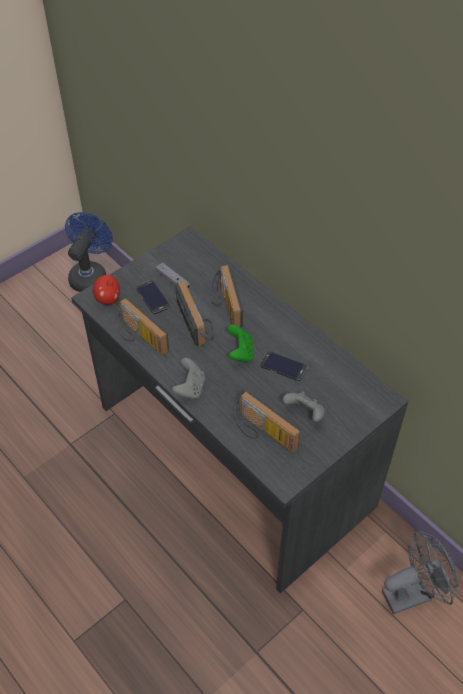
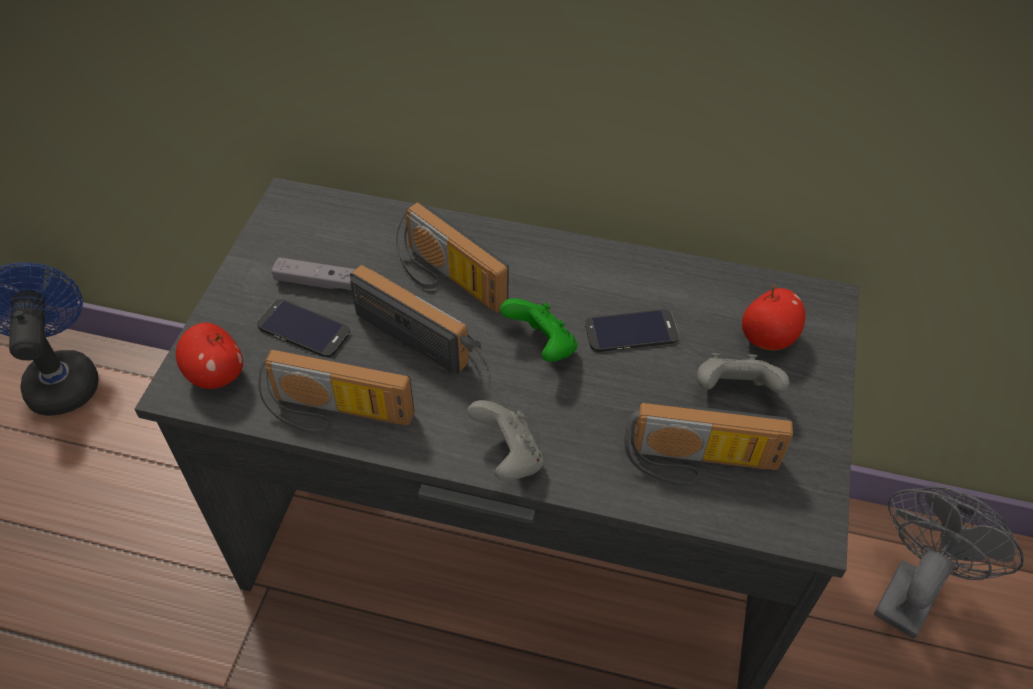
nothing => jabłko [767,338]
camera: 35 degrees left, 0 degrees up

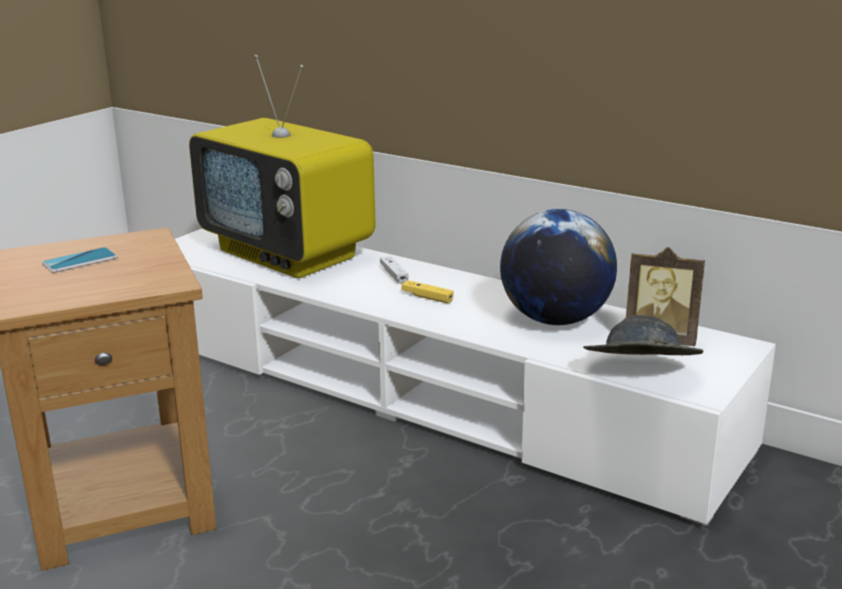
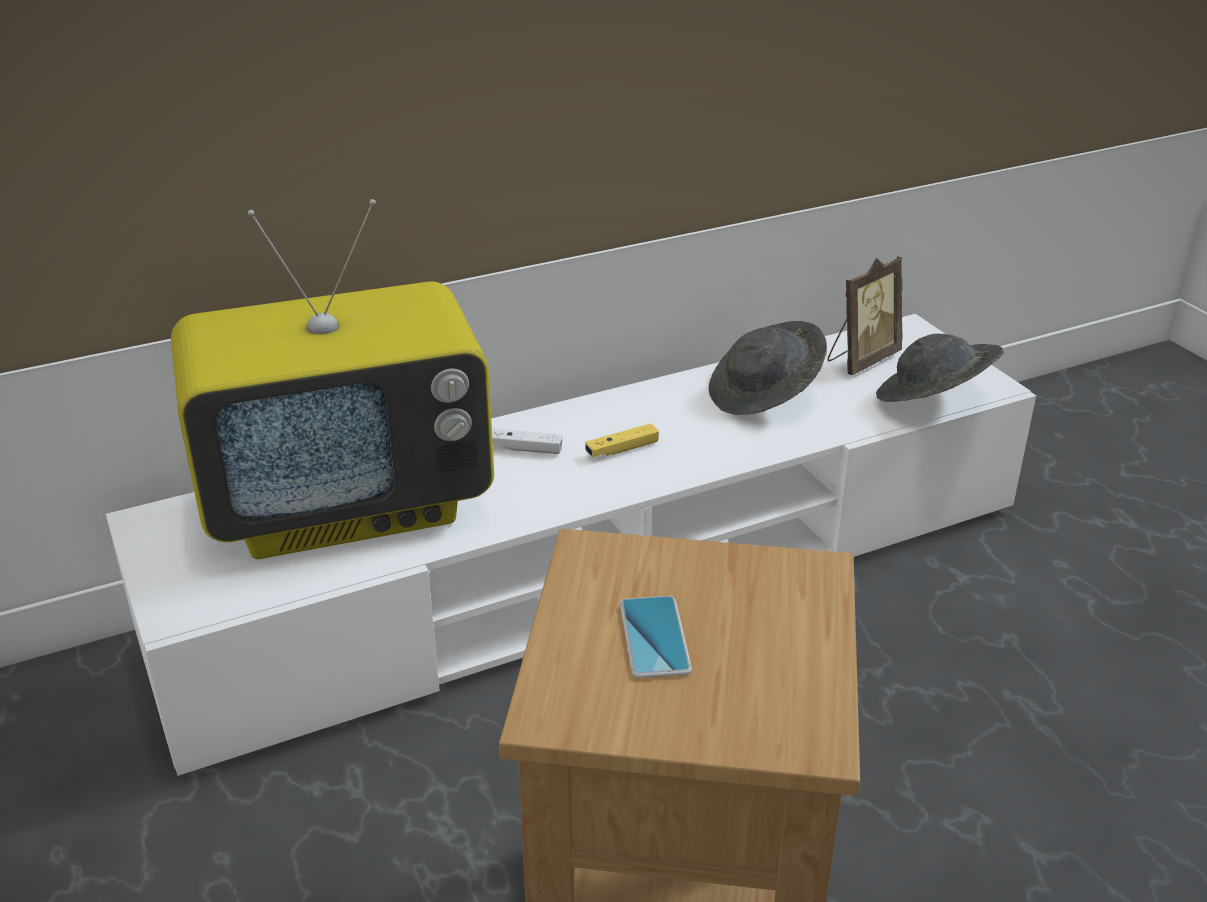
globus [555,320] => kapelusz [szary] [765,395]
camera: 60 degrees left, 10 degrees up

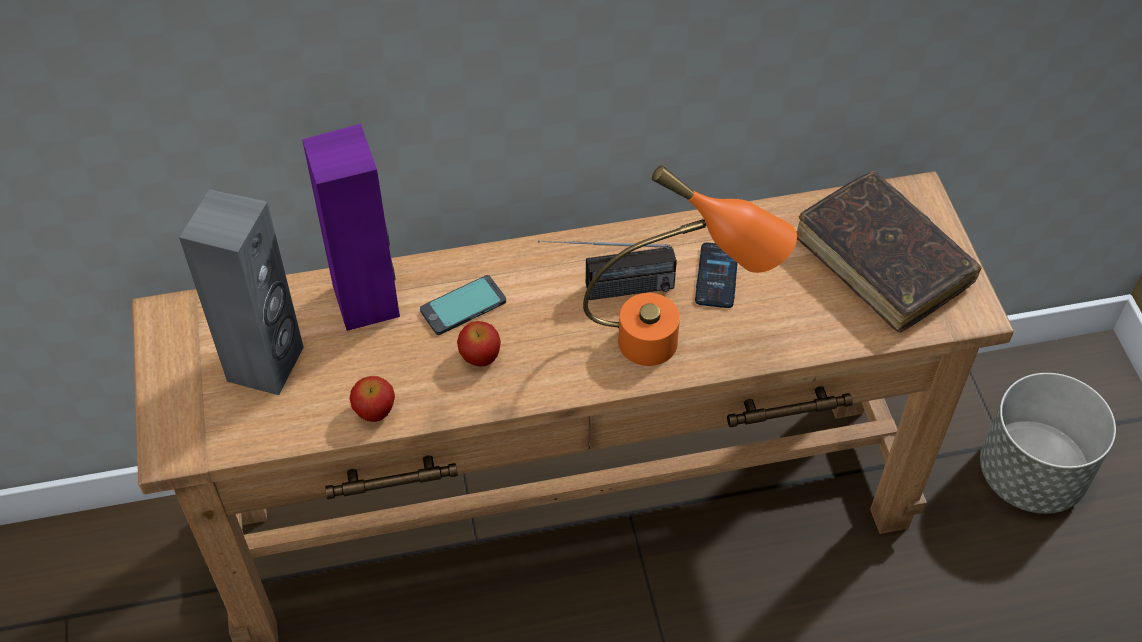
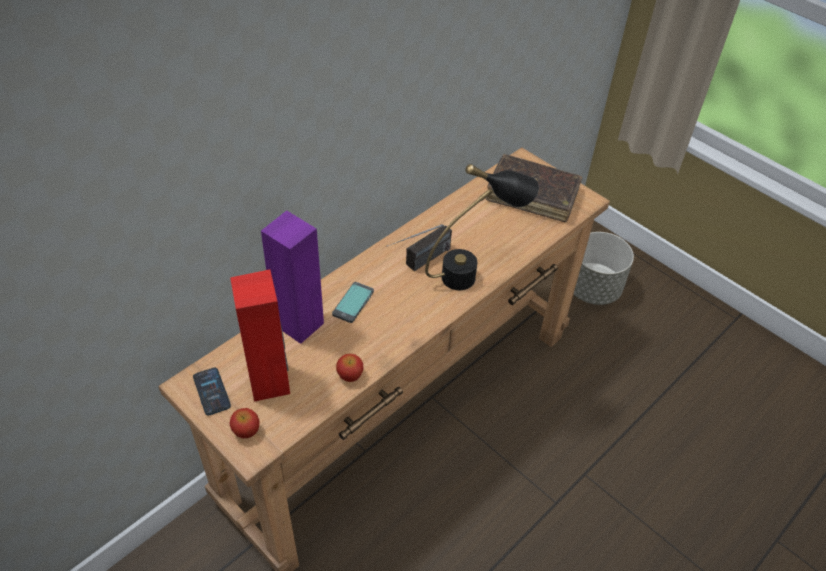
głośnik [szary] [266,364] => głośnik [czerwony] [270,381]
jabłko [479,356] => jabłko [246,431], move
lampa stołowa [pomarańczowy] [677,345] => lampa stołowa [czarny] [473,273]
telefon [716,276] => telefon [211,391], move
camera: 35 degrees left, 5 degrees down

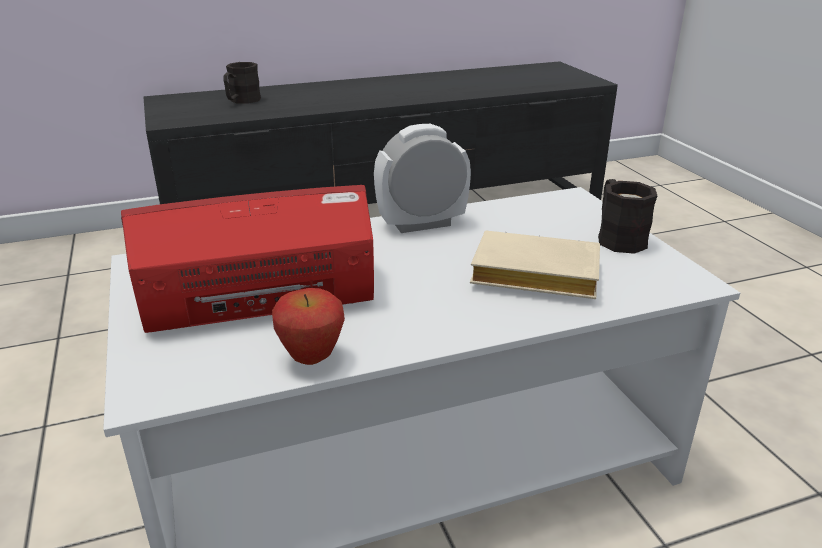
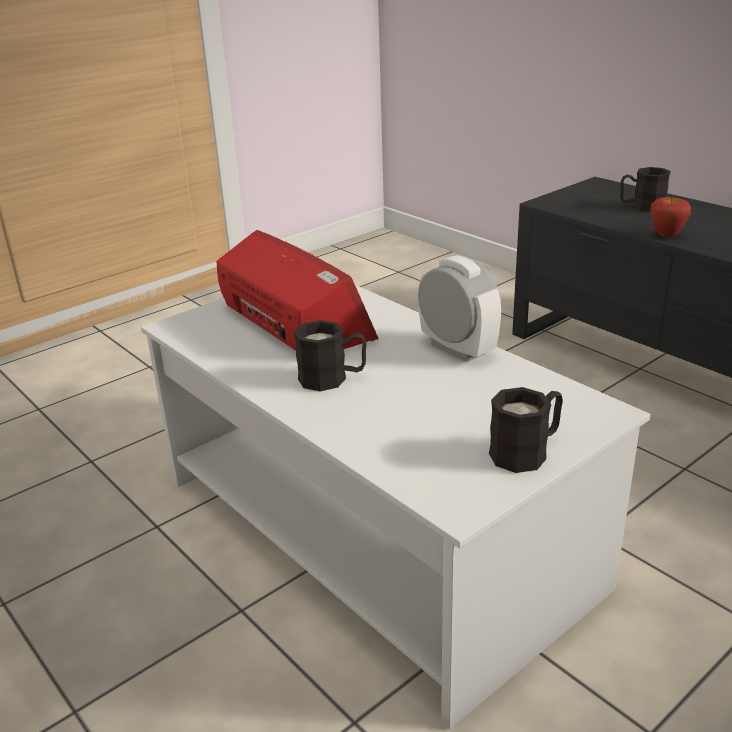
jabłko [312,359] => jabłko [666,235], move
książka [beżowy] [531,276] => nothing
nothing => kubek [czarny] [332,378]
camera: 70 degrees right, 0 degrees up

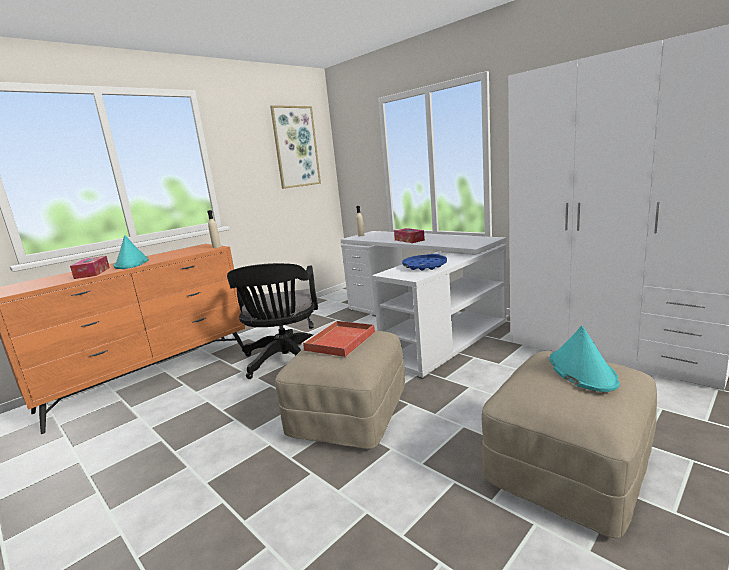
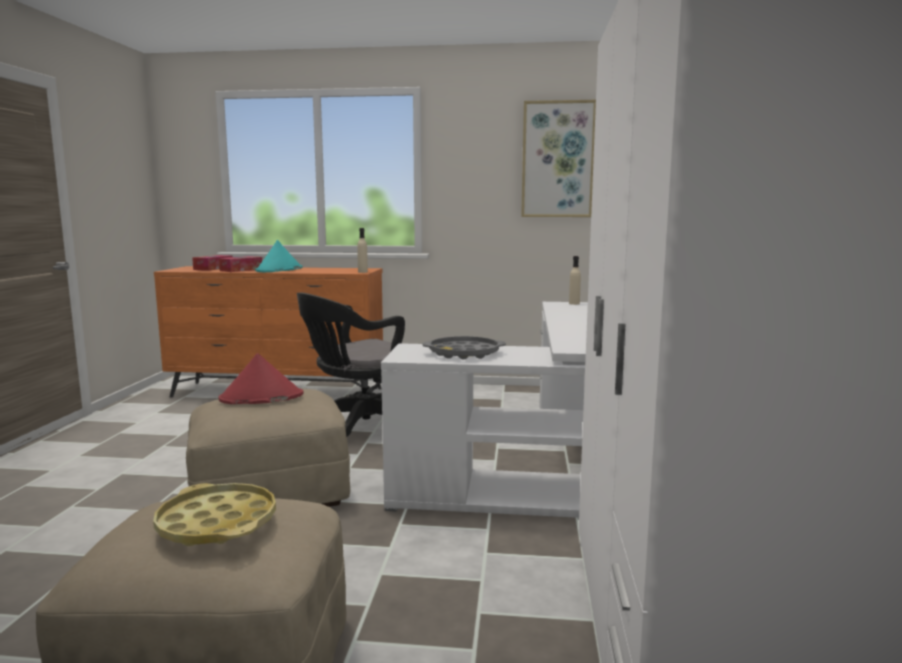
taca [czerwony] [340,341] => kapelusz [czerwony] [261,397]
pudełko chusteczek [409,240] => pudełko chusteczek [213,268], move
taca [niebieski] [424,266] => taca [szary] [464,353]
kapelusz [turkusowy] [581,371] => taca [żółty] [217,523]
camera: 50 degrees right, 5 degrees down

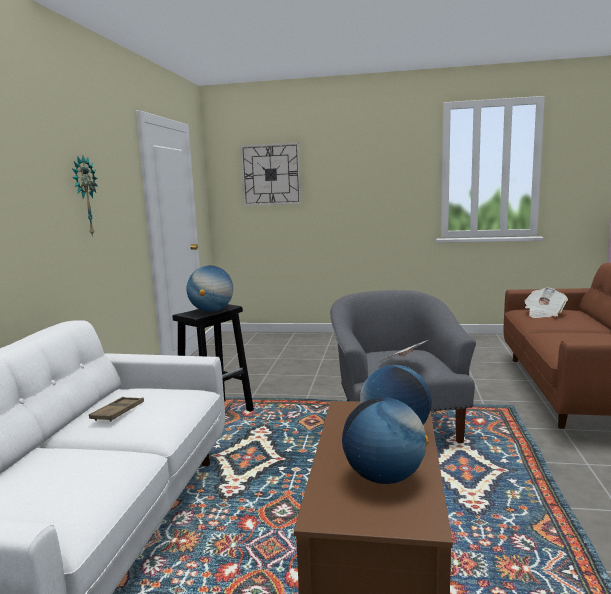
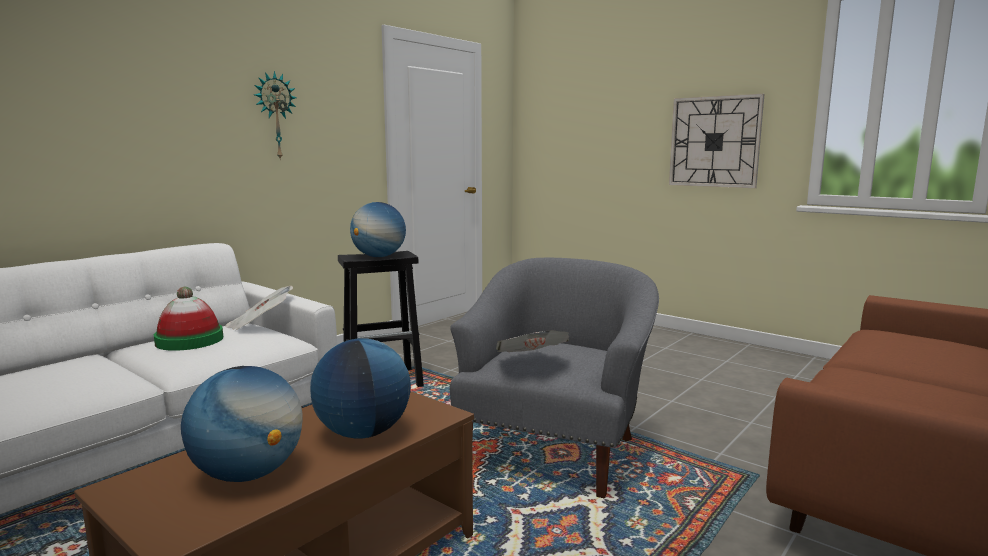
taca [brązowy] [118,412] => kapelusz [189,340]
zegar ścienny [271,174] => zegar ścienny [714,142], move
gazeta [543,314] => gazeta [259,325], move
camera: 30 degrees right, 0 degrees up

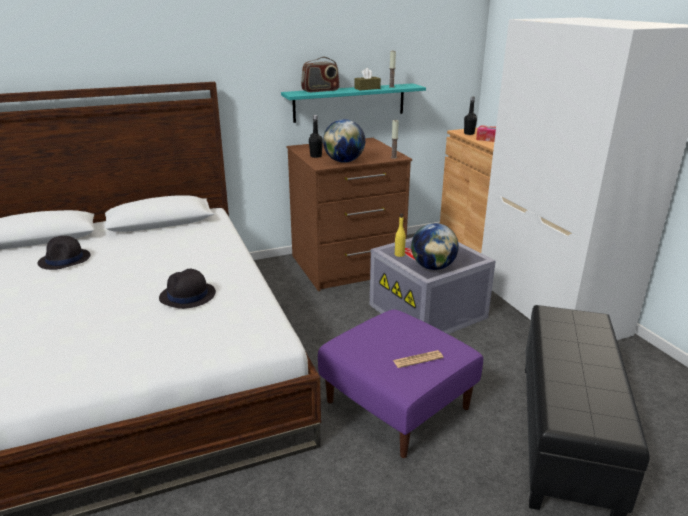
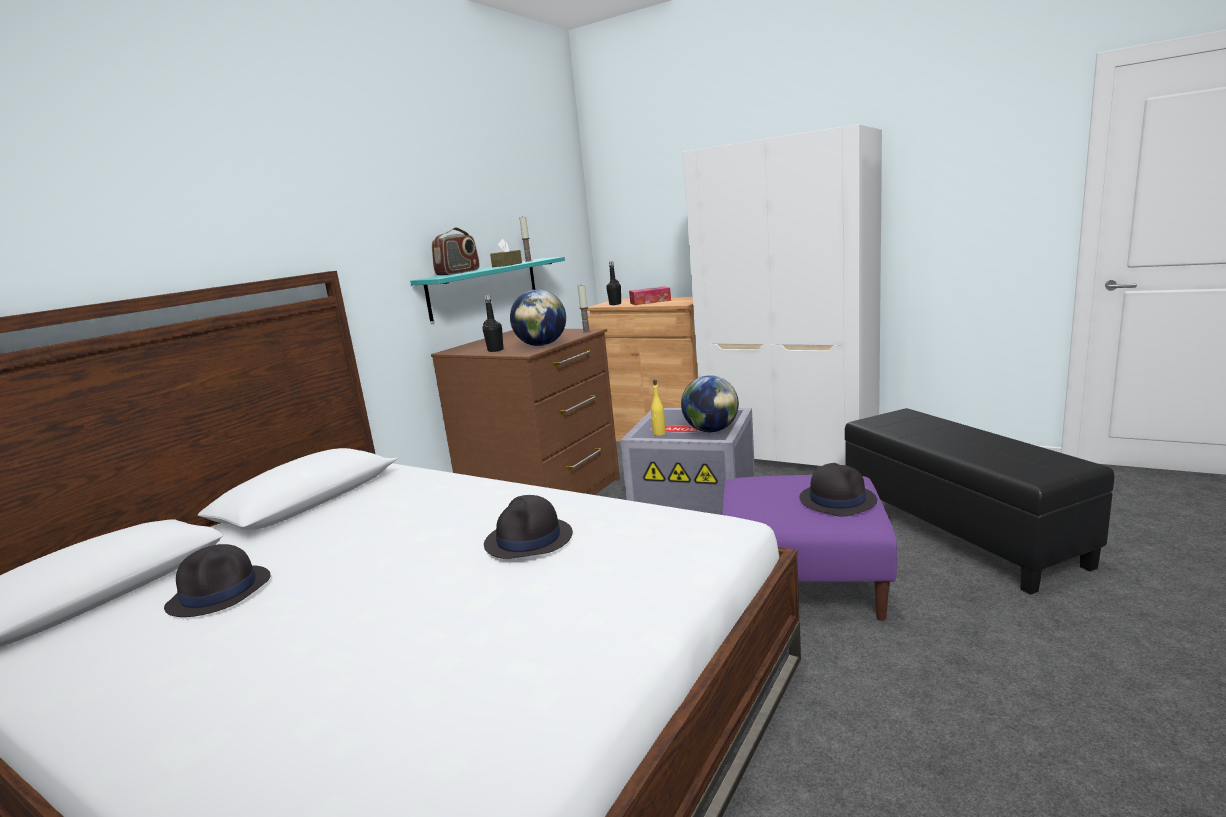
gazeta [418,359] => kapelusz [czarny] [837,500]
camera: 35 degrees left, 10 degrees down

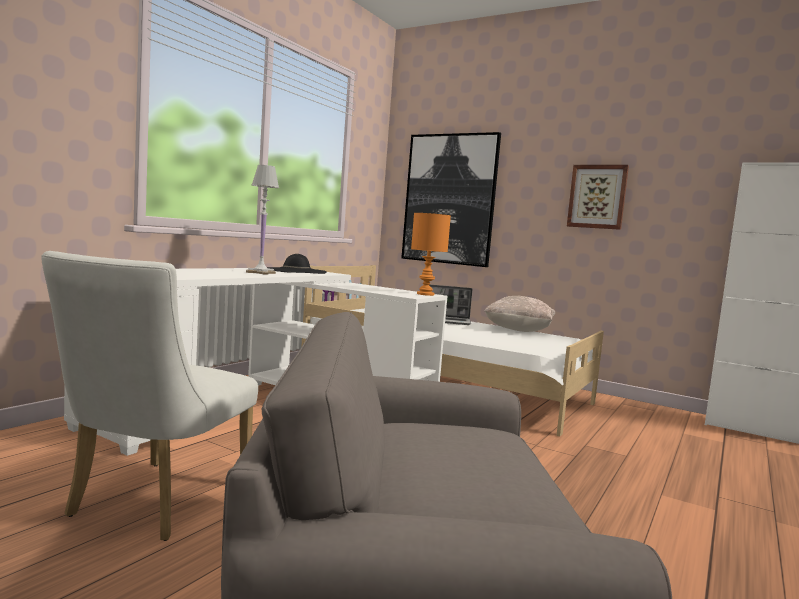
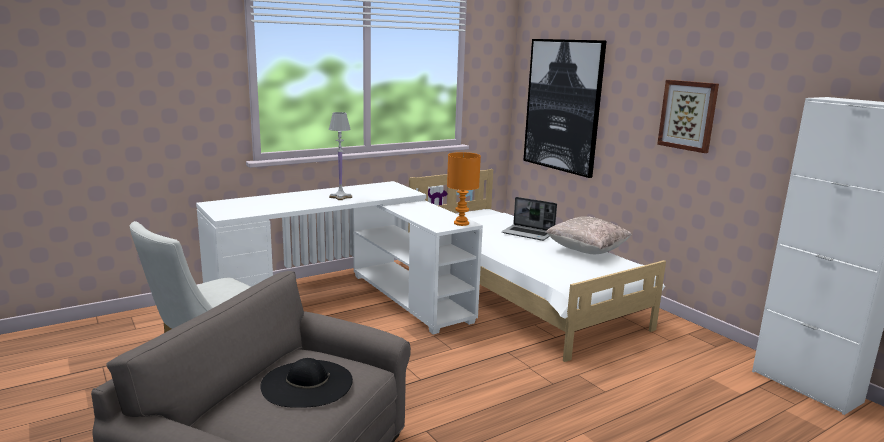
kapelusz [czarny] [296,271] => kapelusz [czarny] [307,383], move
camera: 25 degrees right, 10 degrees up

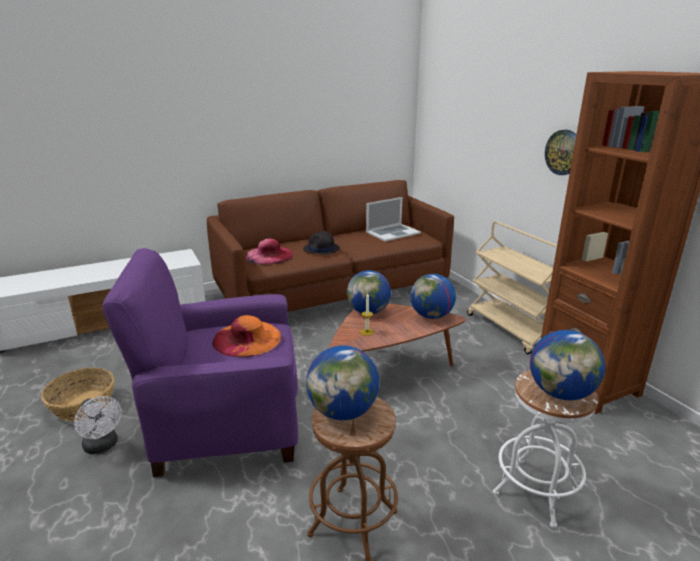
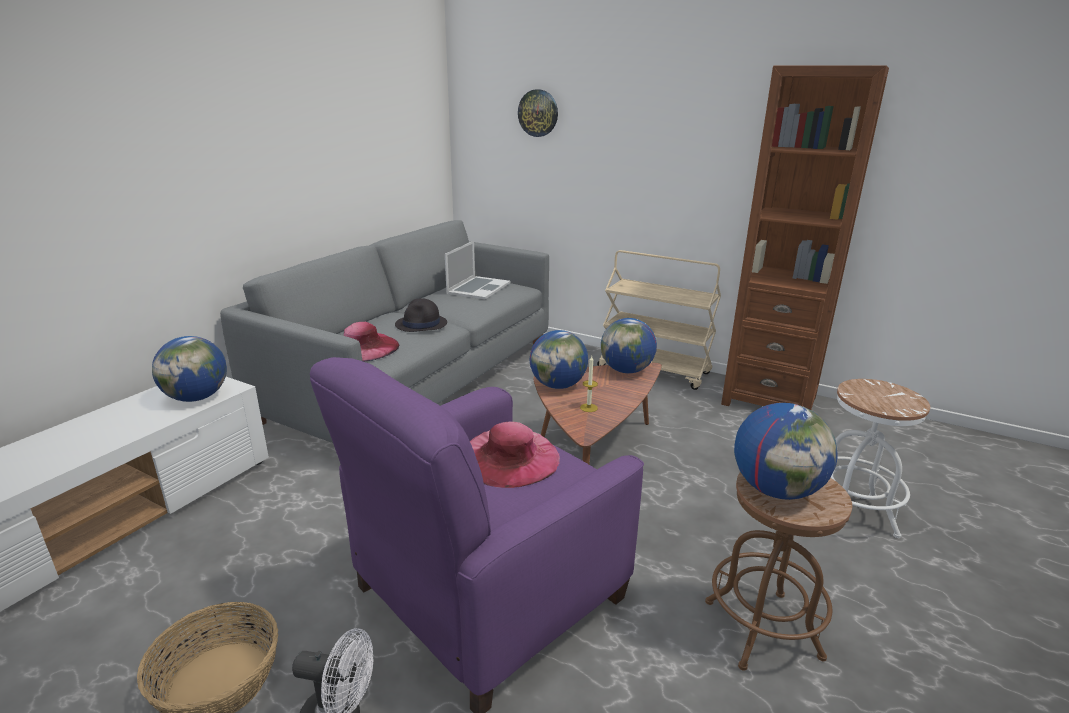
kanapa [brązowy] [332,289] => kanapa [szary] [417,380]
kapelusz [pomarańczowy] [247,339] => kapelusz [różowy] [509,457]
globus [561,393] => globus [197,397], move
zegar ścienny [564,152] => zegar ścienny [538,113], move
camera: 35 degrees left, 0 degrees up

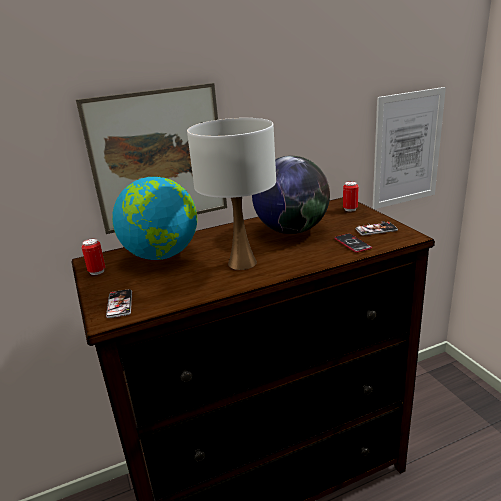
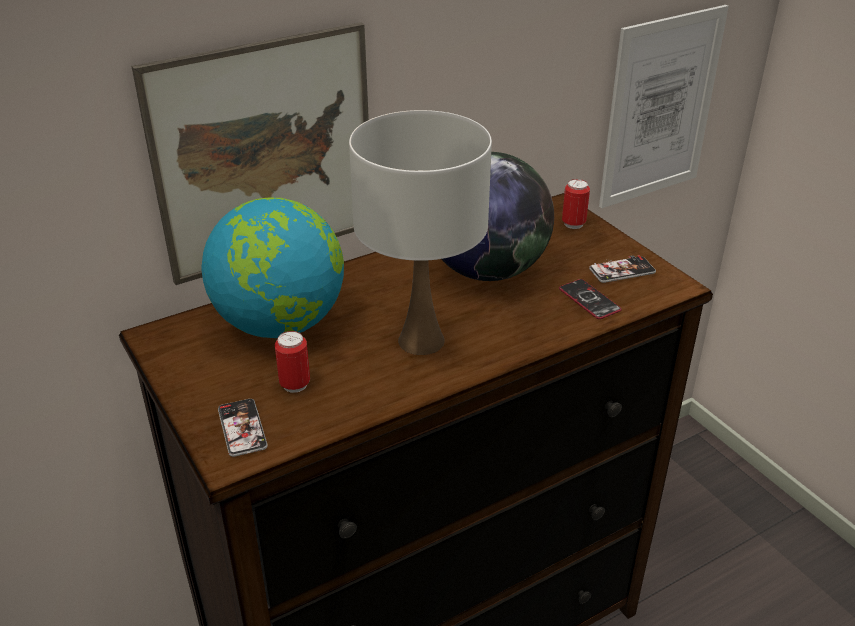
puszka [97,271] => puszka [295,384], move
camera: 10 degrees left, 10 degrees up

